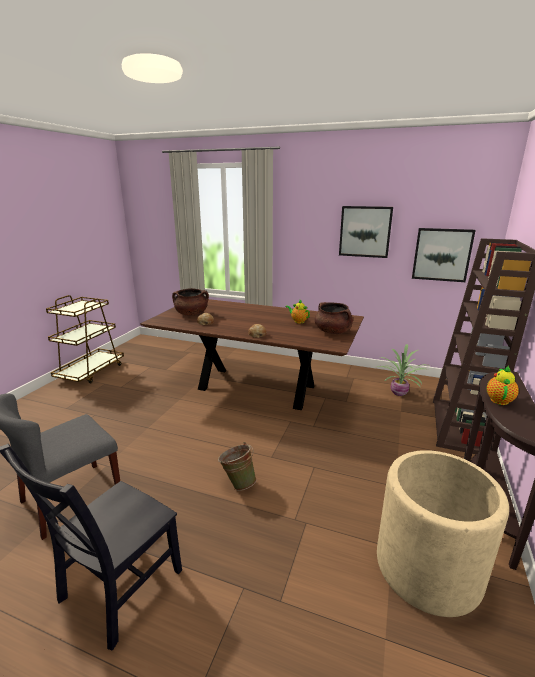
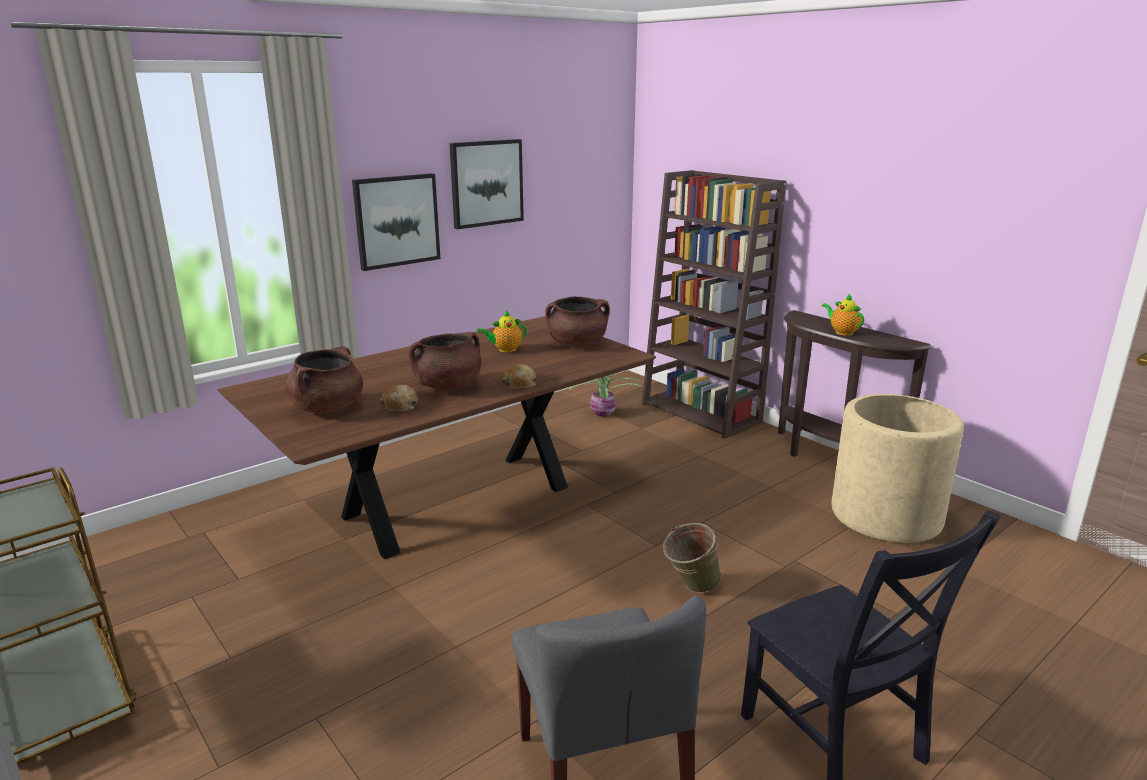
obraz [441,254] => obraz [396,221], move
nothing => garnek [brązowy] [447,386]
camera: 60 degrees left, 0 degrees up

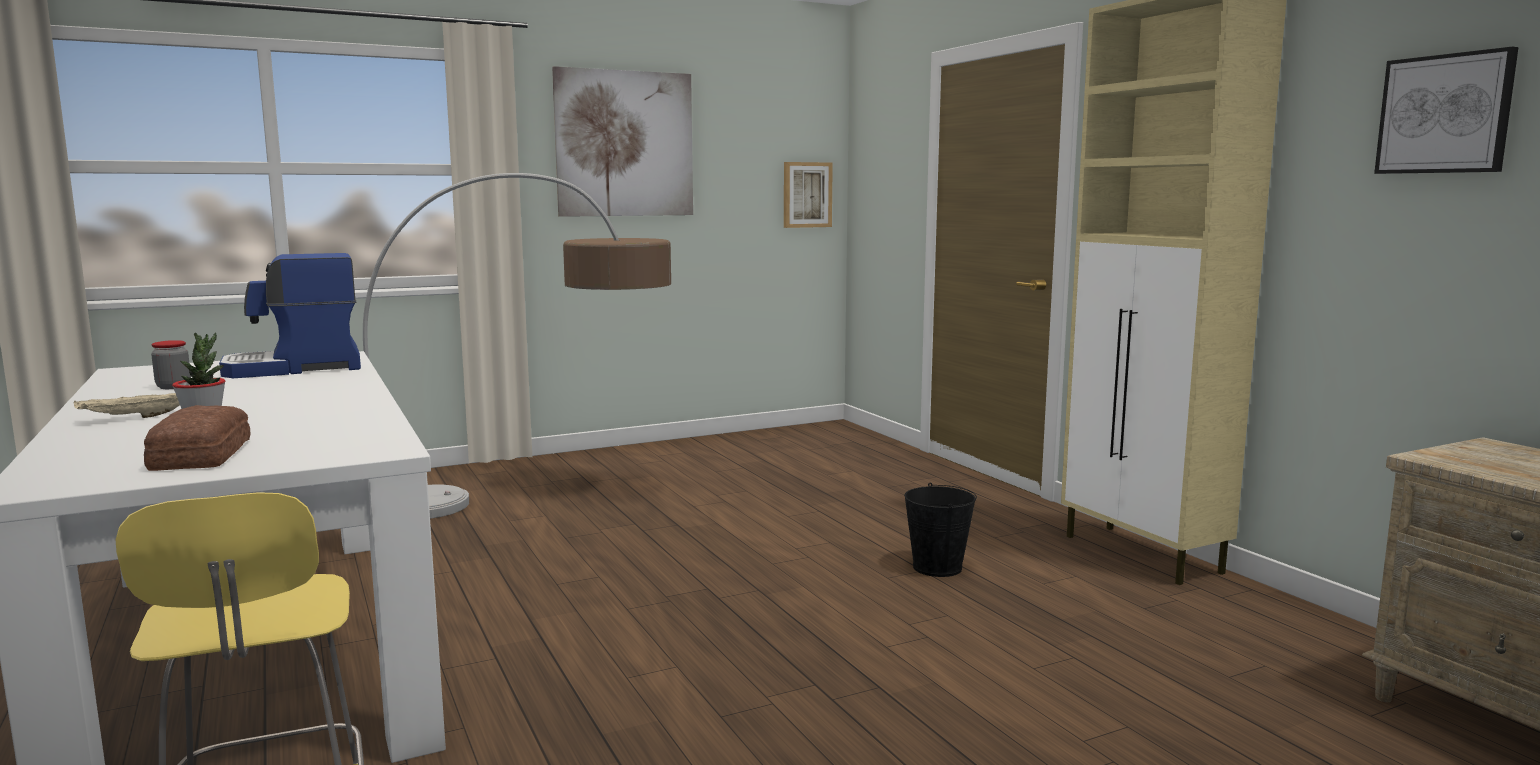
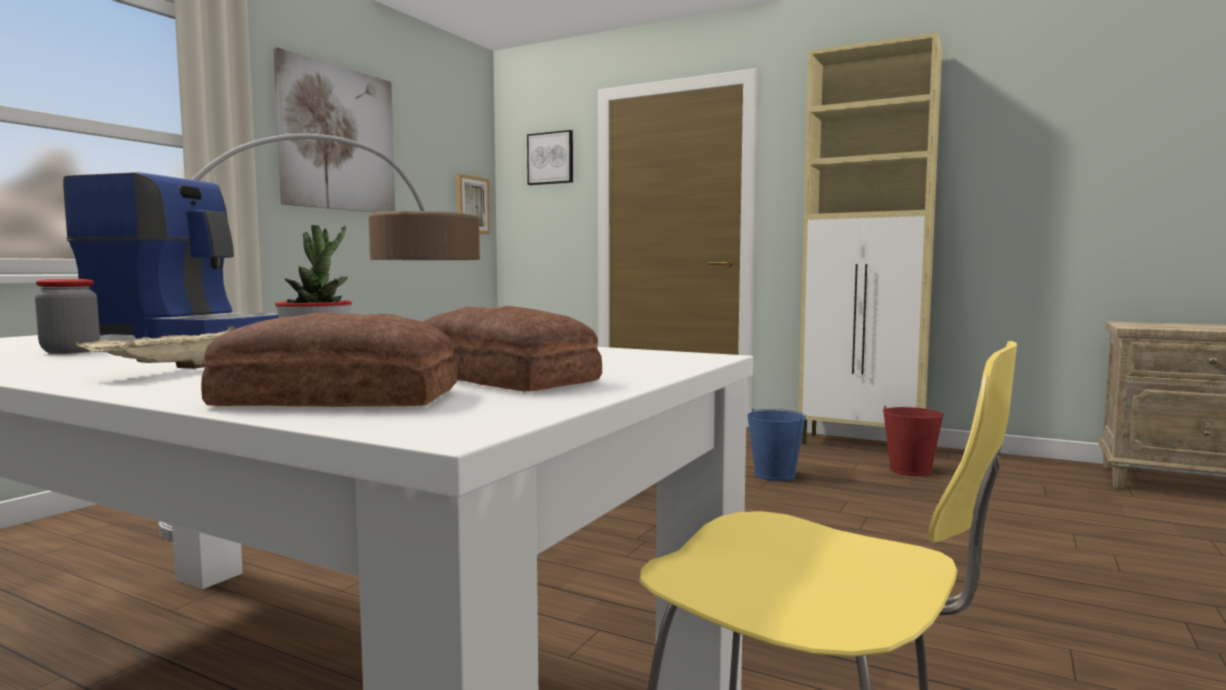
ekspres do kawy [295,368] => ekspres do kawy [186,334], 105 degrees counterclockwise
wiadro [czarny] [937,567] => wiadro [niebieski] [774,475]
obraz [1445,114] => obraz [551,158], move
nothing => chleb [337,397]
nothing => wiadro [czerwony] [910,470]
camera: 35 degrees left, 5 degrees down

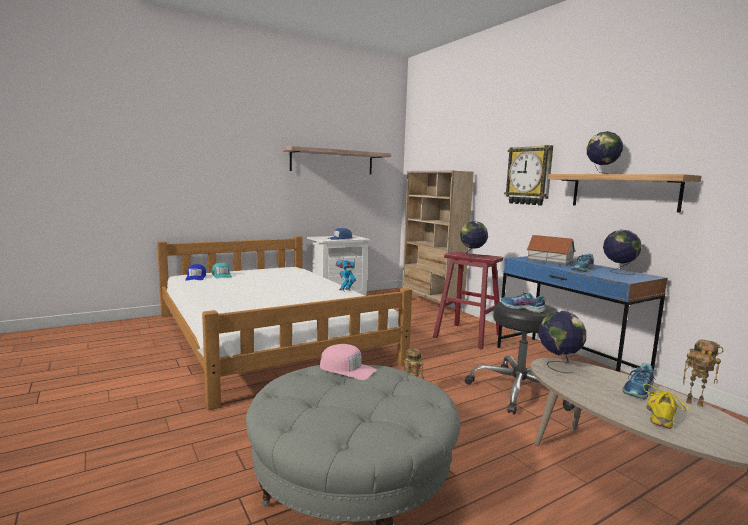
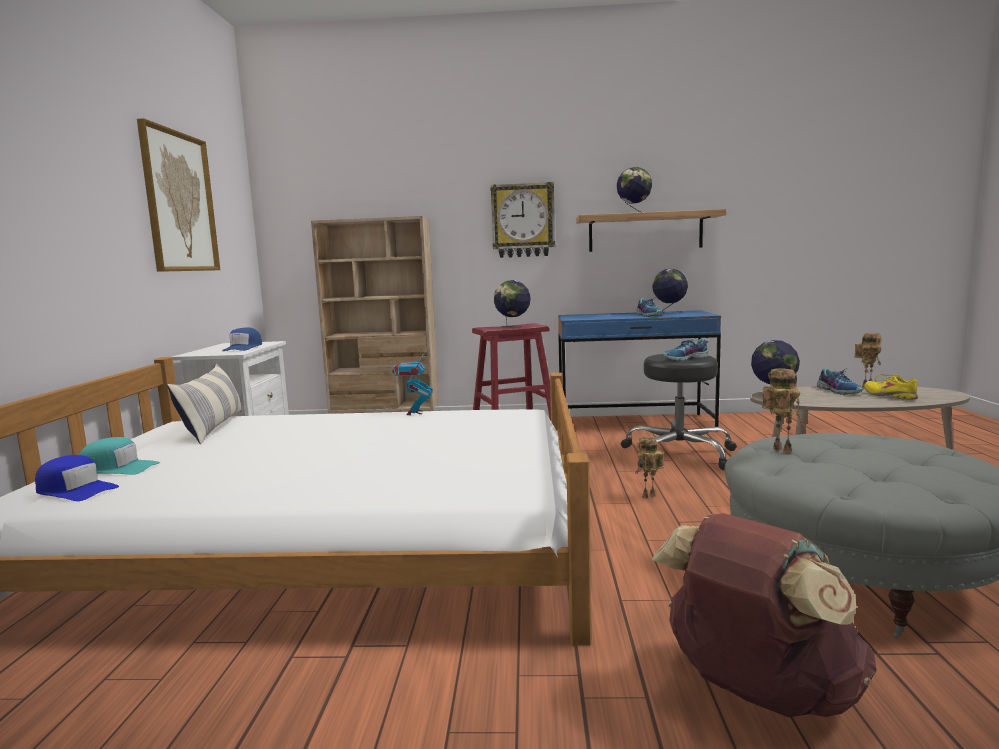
półka [332,161] => obraz [179,202]
czapka z daszkiem [różowy] [347,369] => robot zabawkowy [779,450]
domek [549,262] => nothing
nothing => poduszka [213,427]
nothing => plecak [brązowy] [757,692]
camera: 55 degrees left, 0 degrees up

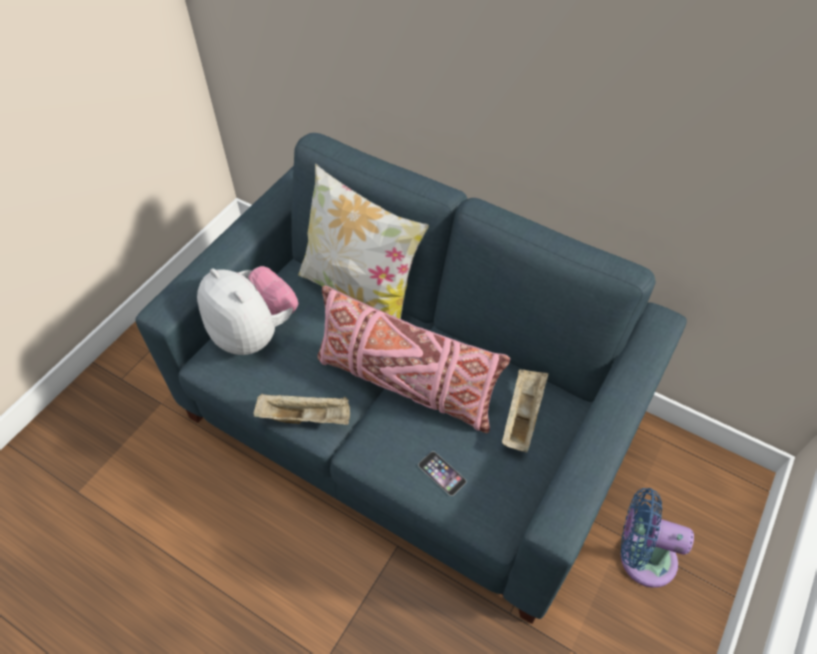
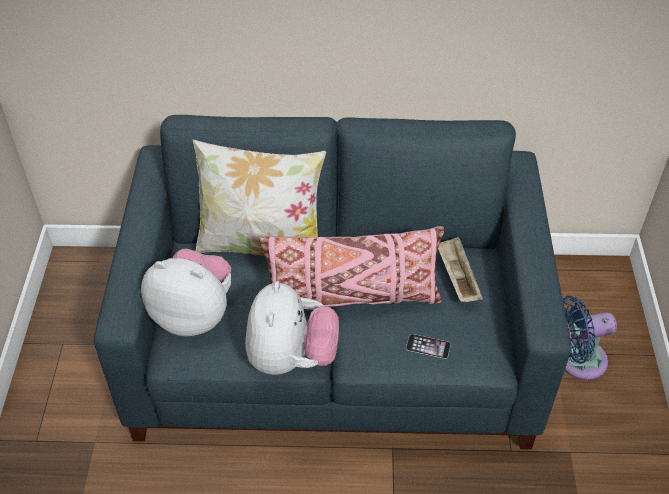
taca [beżowy] [306,417] => pluszak [291,357]
camera: 30 degrees left, 5 degrees down

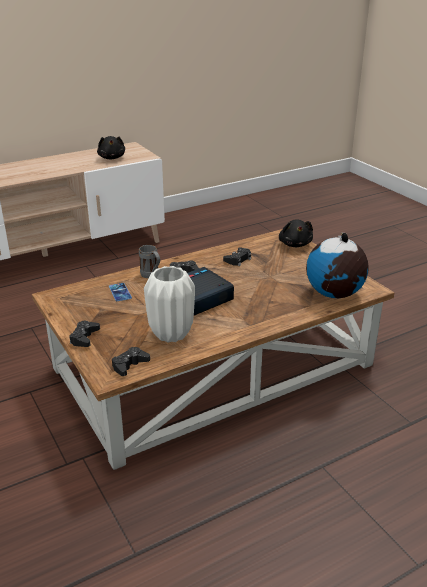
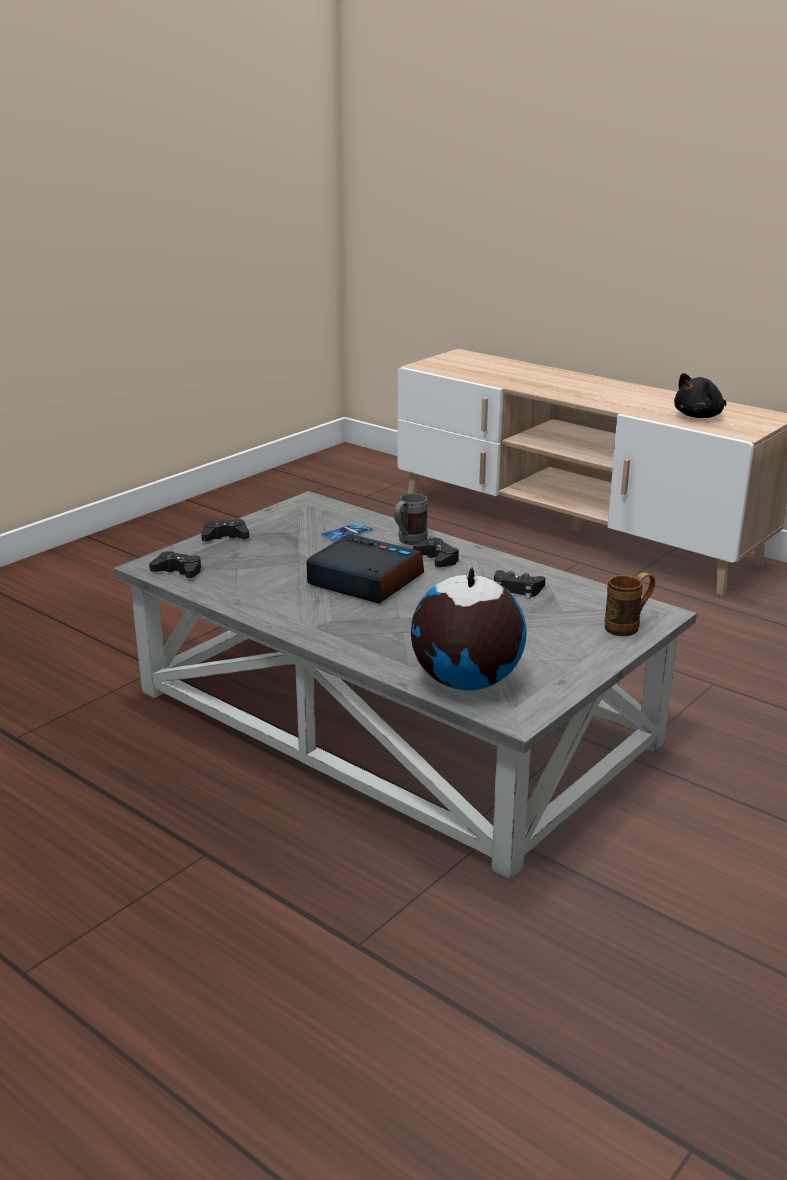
ława [brązowy] [212,368] => ława [szary] [389,718]
wazon [biały] [170,334] => nothing
pluszak [czarny] [295,244] => kubek [brązowy] [628,627]
camera: 70 degrees right, 5 degrees down

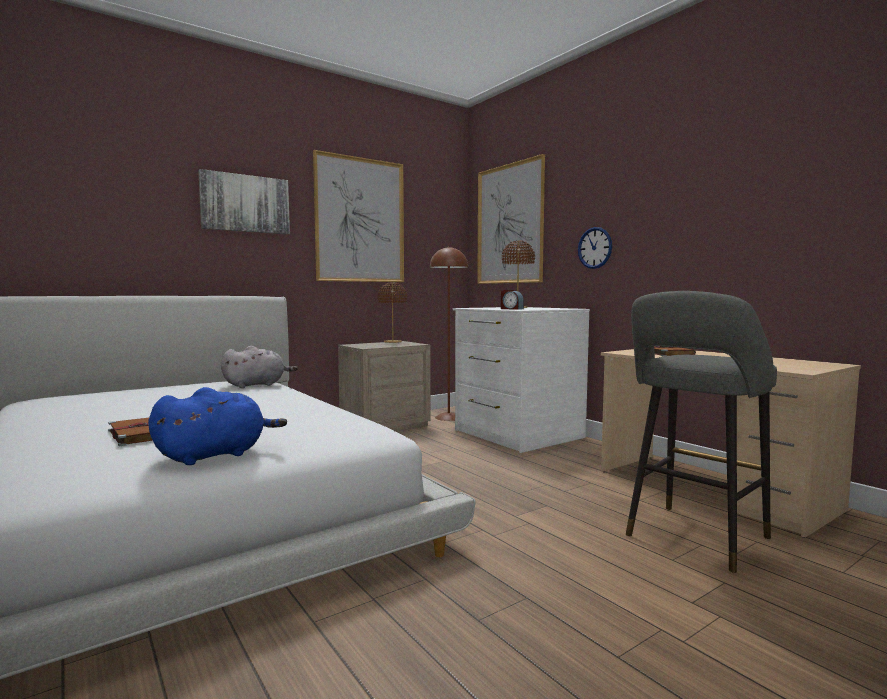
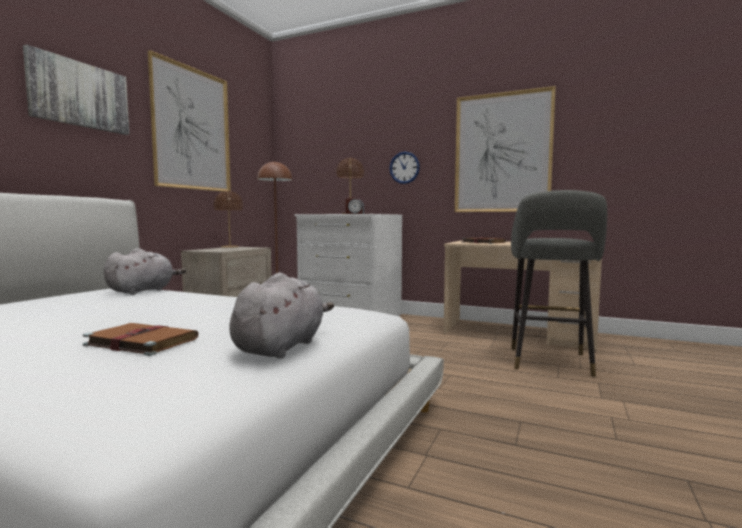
pluszak [niebieski] [216,455] => pluszak [szary] [282,346]
obraz [509,224] => obraz [502,153], move
camera: 30 degrees left, 0 degrees up

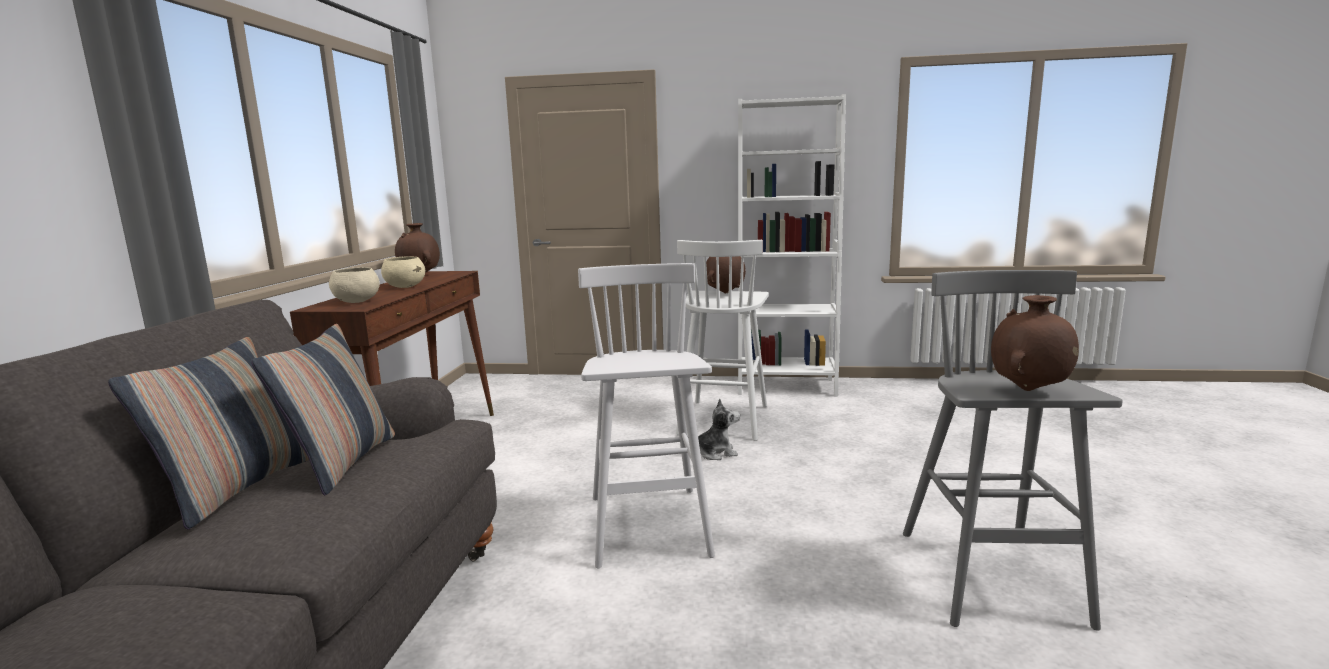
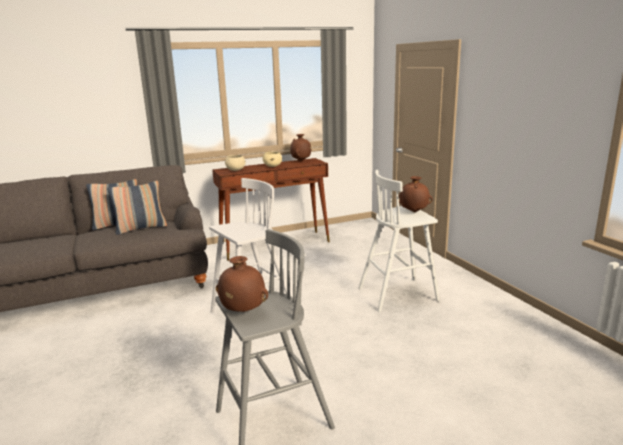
pluszak [715,453] => nothing
regał [biały] [786,386] => nothing
camera: 60 degrees right, 5 degrees up

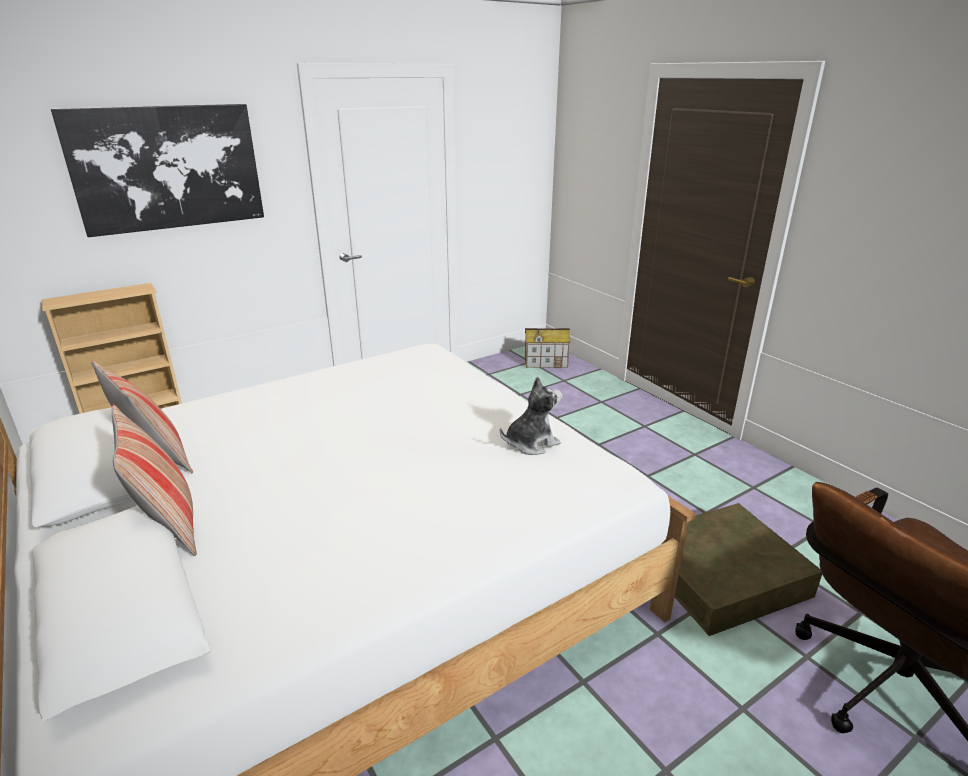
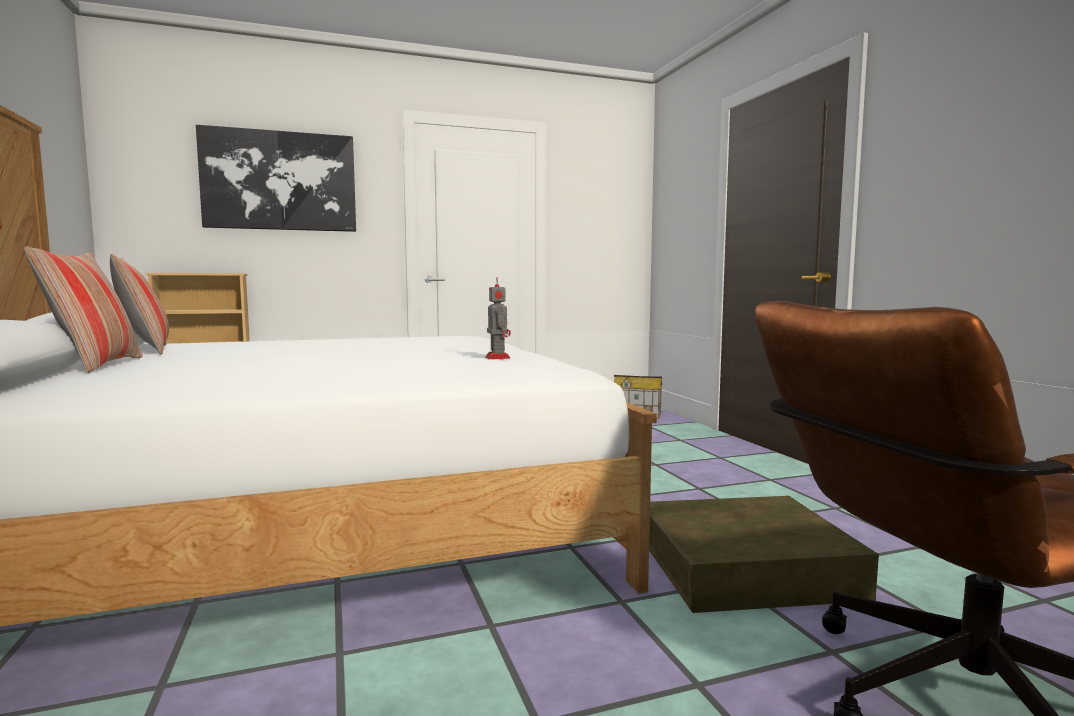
pluszak [531,443] => robot zabawkowy [497,357]
camera: 15 degrees right, 20 degrees down

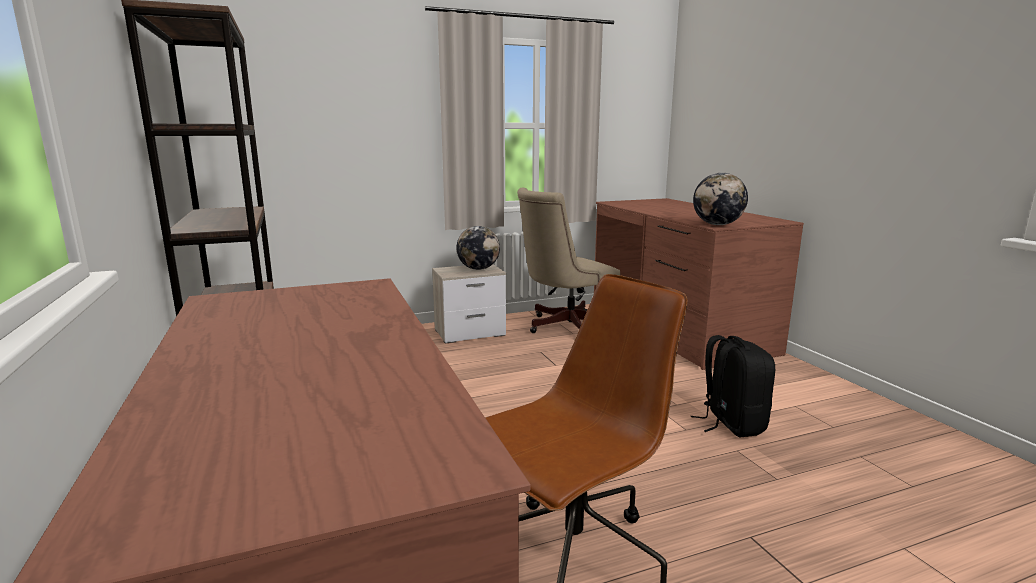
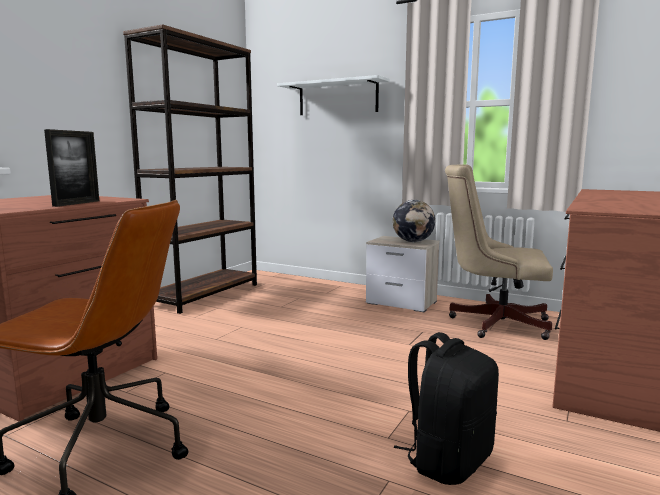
globus [717,225] => nothing
nothing => ramka na zdjęcie [77,203]
nothing => półka [biały] [337,98]
camera: 50 degrees right, 5 degrees down

